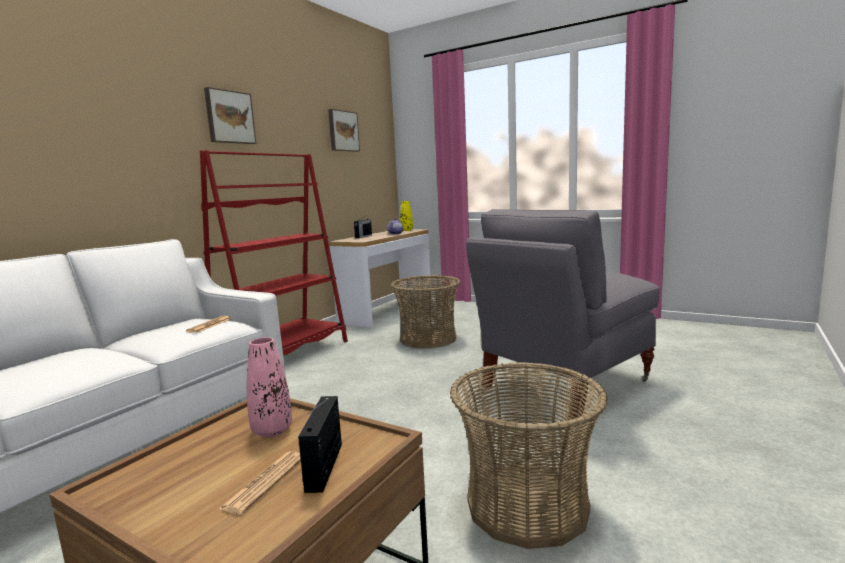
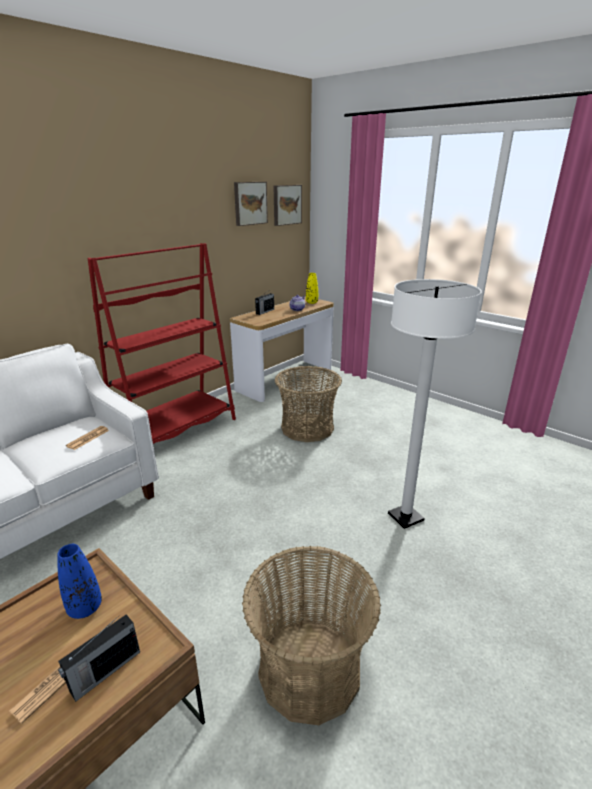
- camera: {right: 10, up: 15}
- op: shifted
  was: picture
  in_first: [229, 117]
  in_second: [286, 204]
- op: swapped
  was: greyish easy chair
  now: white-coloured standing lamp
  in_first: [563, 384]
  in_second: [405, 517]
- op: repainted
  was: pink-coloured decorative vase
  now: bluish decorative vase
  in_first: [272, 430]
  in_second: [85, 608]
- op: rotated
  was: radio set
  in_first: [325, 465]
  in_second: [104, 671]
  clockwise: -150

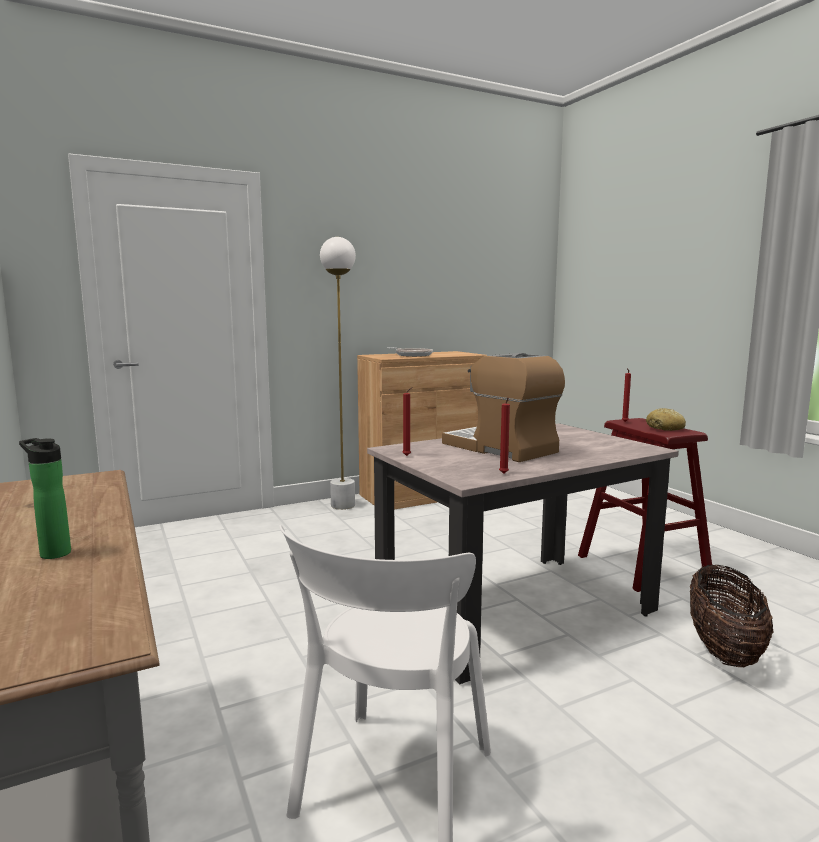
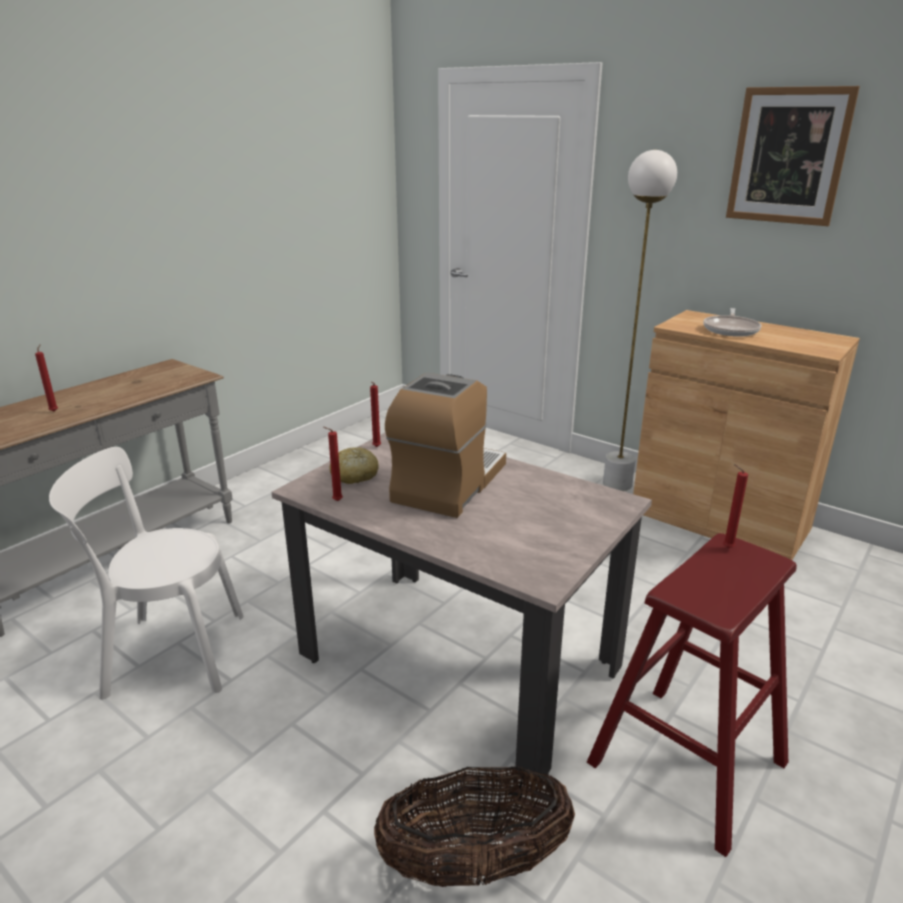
- camera: {right: 65, up: 15}
- op: shifted
  was: baked bread
  in_first: [665, 428]
  in_second: [354, 475]
- op: swapped
  was: beverage bottle
  now: red-coloured wax candle
  in_first: [52, 553]
  in_second: [54, 411]
- op: new
  now: picture
  in_second: [788, 156]

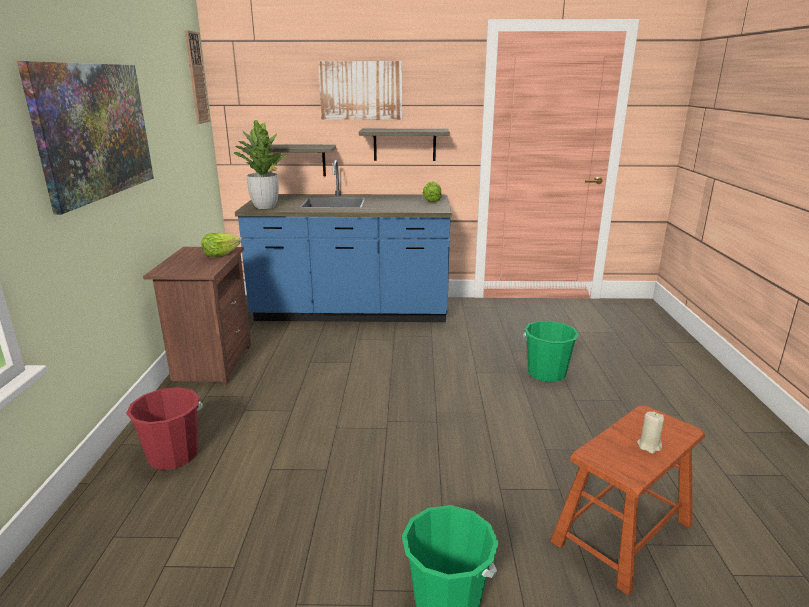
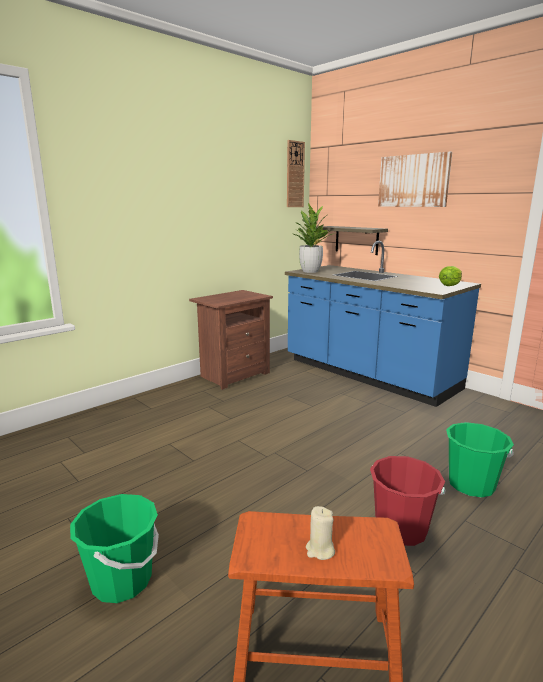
- camera: {right: 45, up: -5}
- op: gone
  was: picture
  in_first: [95, 131]
- op: gone
  was: bracket shelf
  in_first: [404, 144]
- op: gone
  was: lettuce head
  in_first: [220, 255]
- op: shifted
  was: red-coloured water bucket
  in_first: [173, 455]
  in_second: [401, 529]

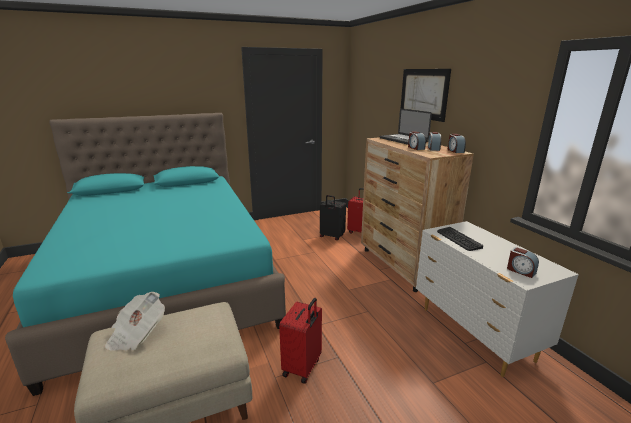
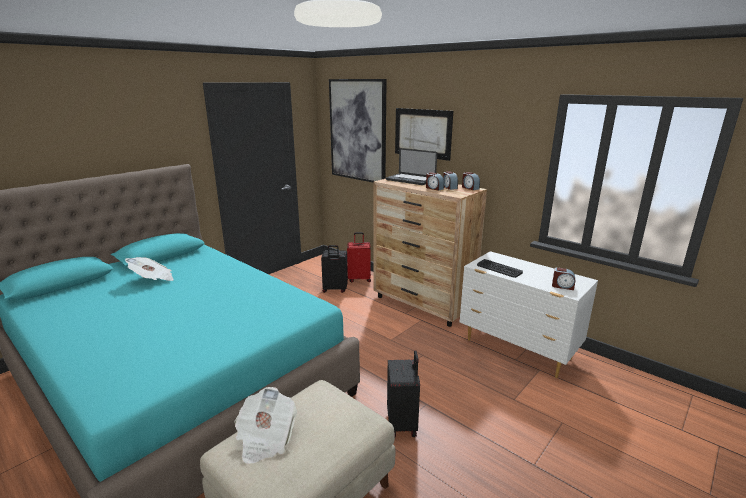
- camera: {right: -25, up: 0}
- op: repainted
  was: red-coloured piece of luggage
  now: black piece of luggage
  in_first: [303, 367]
  in_second: [403, 423]
- op: new
  now: picture
  in_second: [358, 130]
- op: new
  now: newspaper
  in_second: [153, 279]

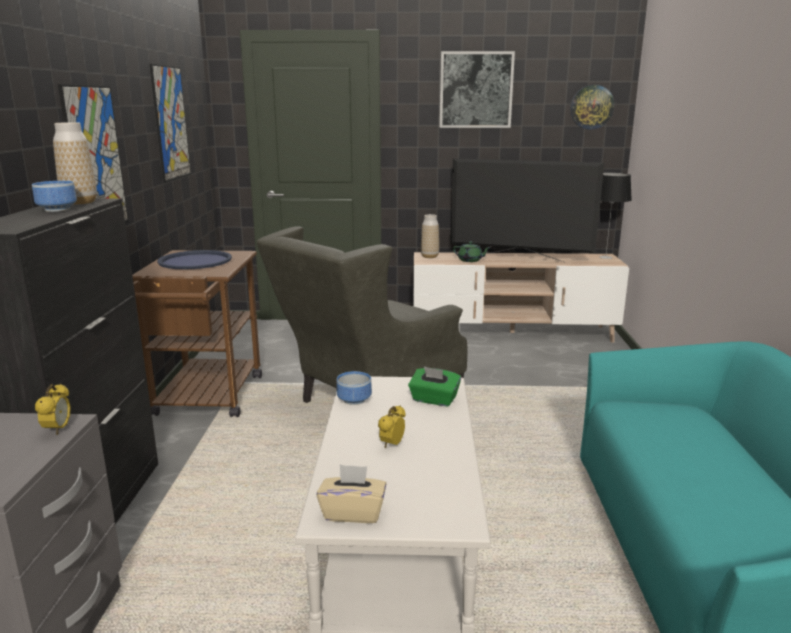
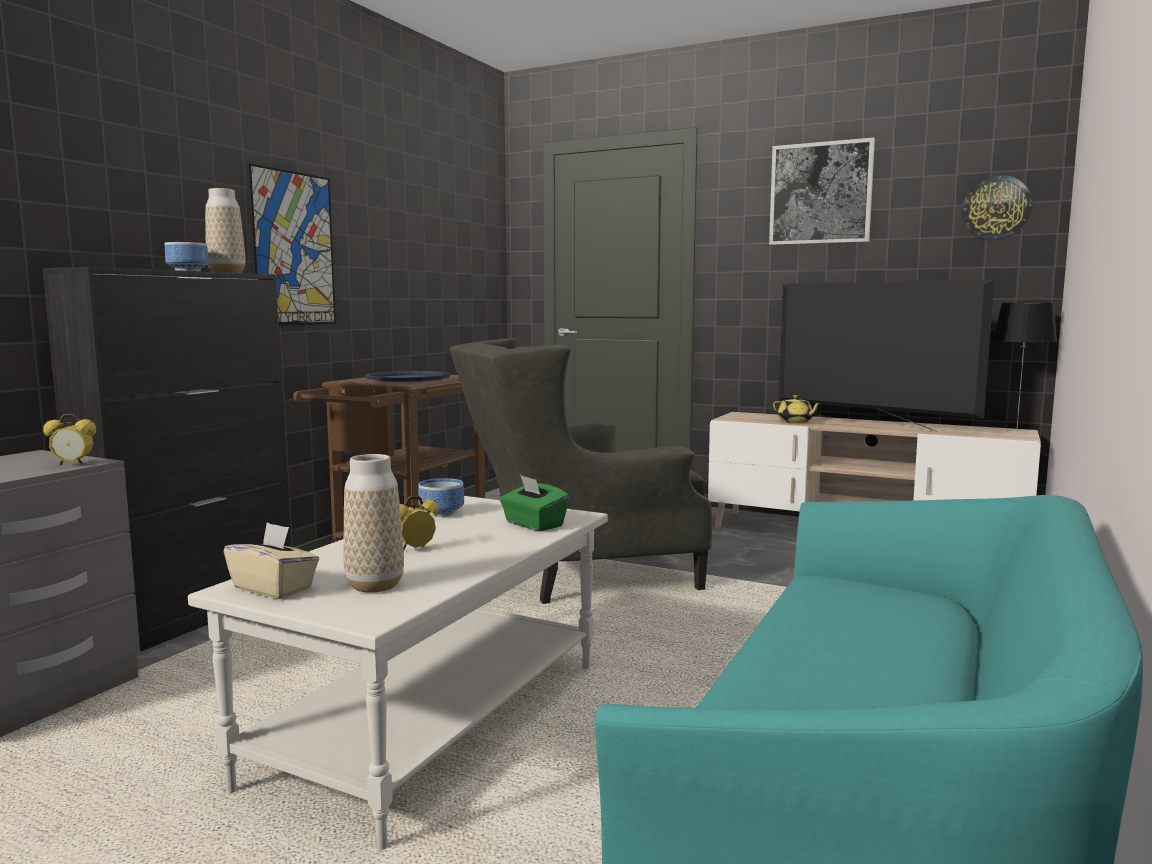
- camera: {right: 25, up: -10}
- op: gone
  was: picture
  in_first: [171, 123]
- op: shifted
  was: decorative vase
  in_first: [429, 256]
  in_second: [375, 585]
- op: repainted
  was: greenish tea pot
  now: yellowish tea pot
  in_first: [470, 260]
  in_second: [795, 421]
- op: rotated
  was: bedside clock
  in_first: [58, 430]
  in_second: [73, 464]
  clockwise: 60

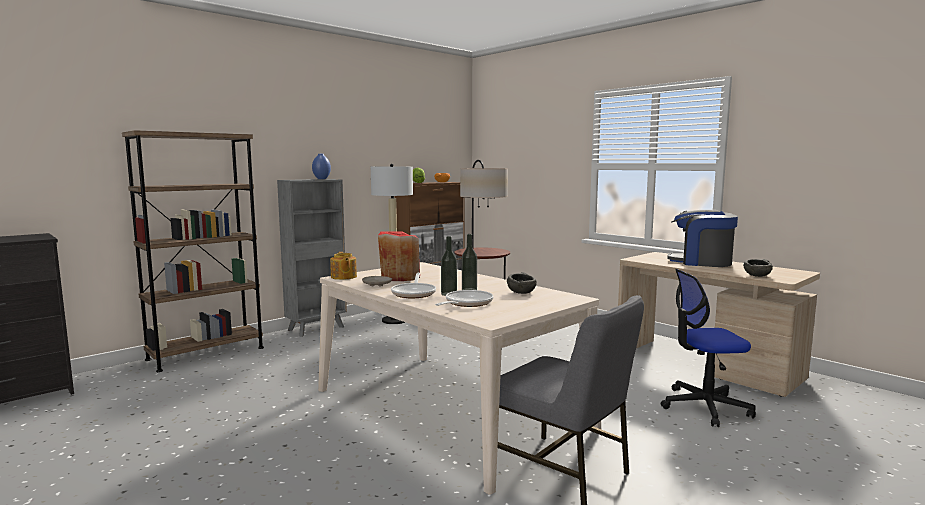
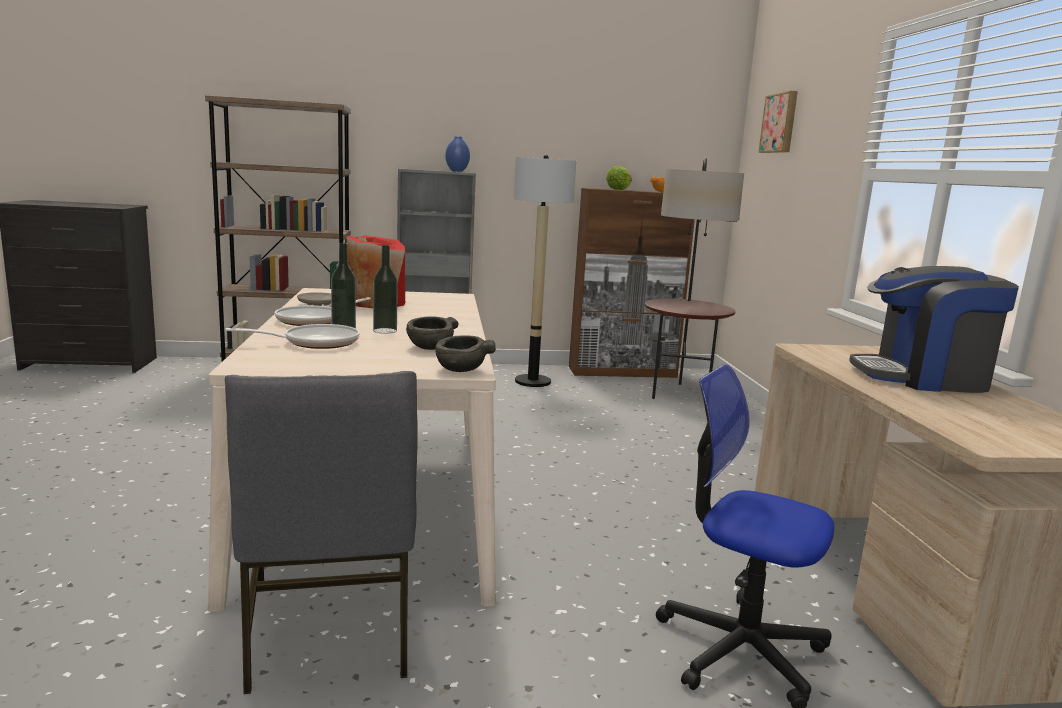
- camera: {right: 35, up: 5}
- op: rotated
  was: coffee brewer
  in_first: [701, 262]
  in_second: [922, 378]
  clockwise: -60
- op: gone
  was: tea pot
  in_first: [343, 277]
- op: shifted
  was: greyish deep dish
  in_first: [757, 275]
  in_second: [460, 370]
- op: new
  now: picture
  in_second: [780, 123]

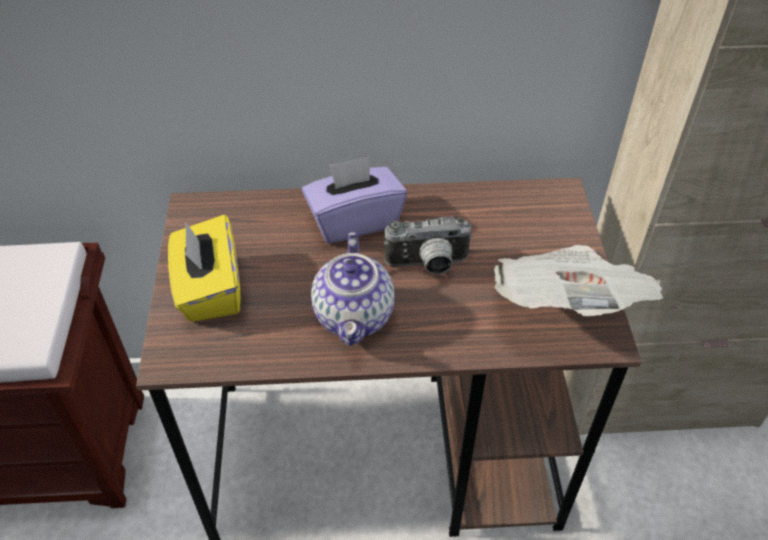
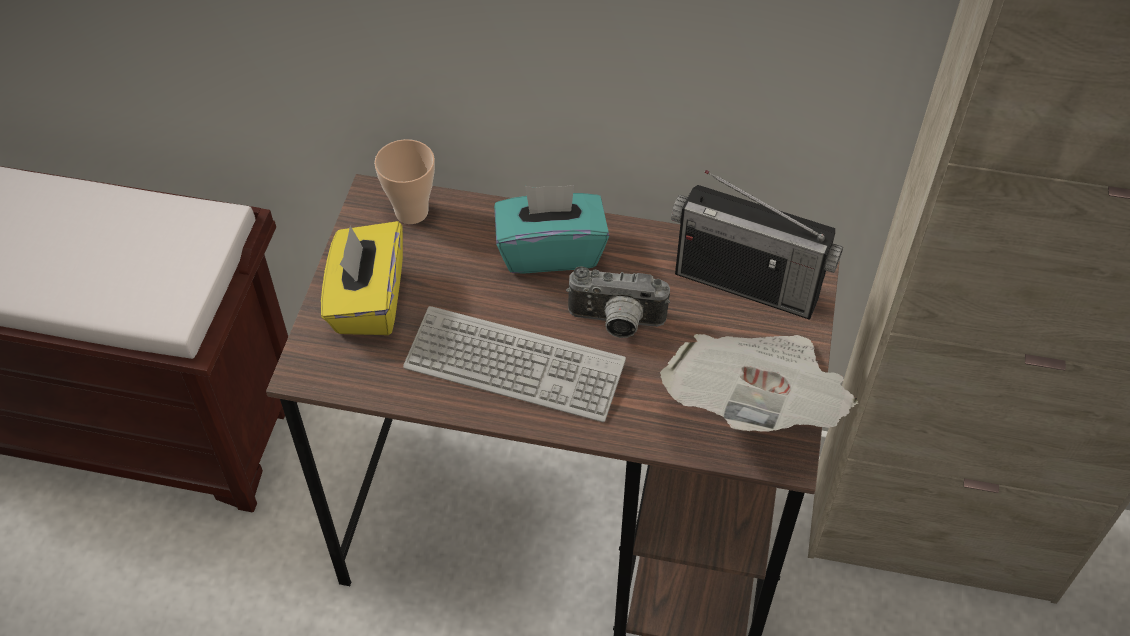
- camera: {right: 15, up: 5}
- op: repainted
  was: purple tissue box
  now: turquoise-coloured tissue box
  in_first: [354, 220]
  in_second: [550, 250]
- op: swapped
  was: tea pot
  now: computer keyboard
  in_first: [355, 316]
  in_second: [514, 366]
- op: new
  now: drinking cup
  in_second: [411, 212]
- op: new
  now: radio set
  in_second: [747, 284]

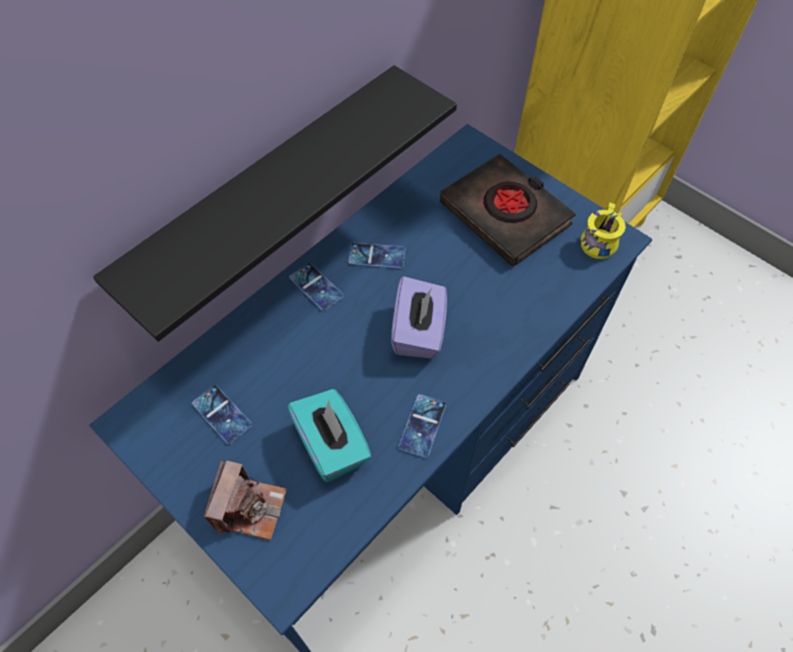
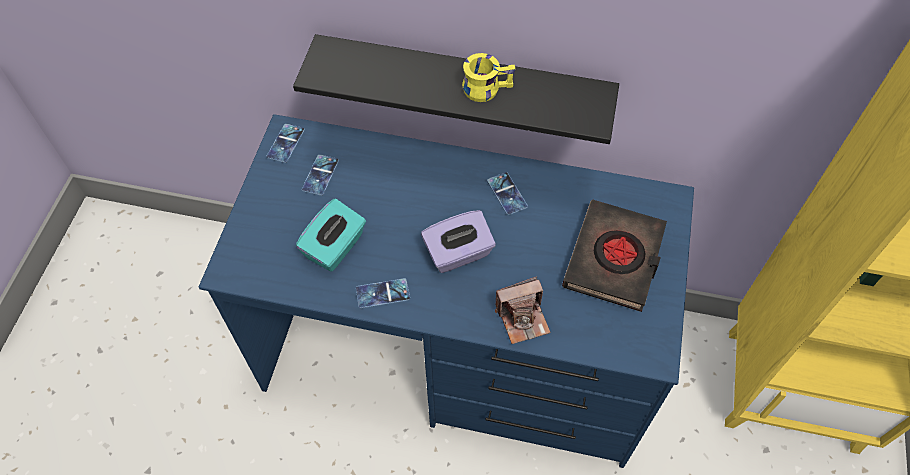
- camera: {right: 60, up: 0}
- op: shifted
  was: yellowish mug
  in_first: [596, 240]
  in_second: [486, 86]
- op: shifted
  was: phone
  in_first: [316, 287]
  in_second: [285, 143]
- op: shifted
  was: still camera
  in_first: [249, 507]
  in_second: [522, 318]

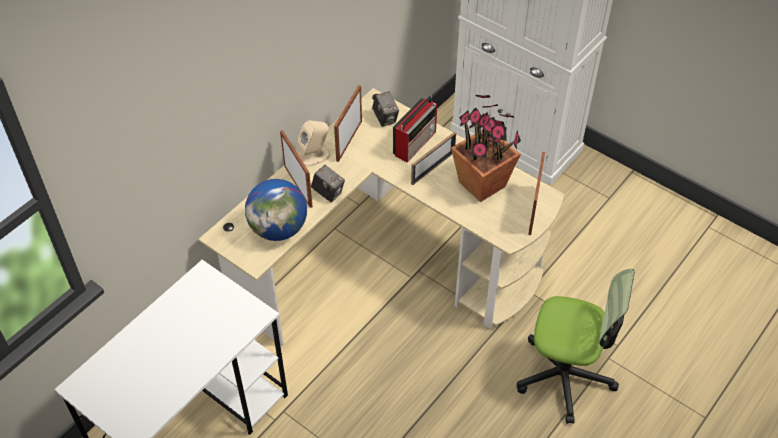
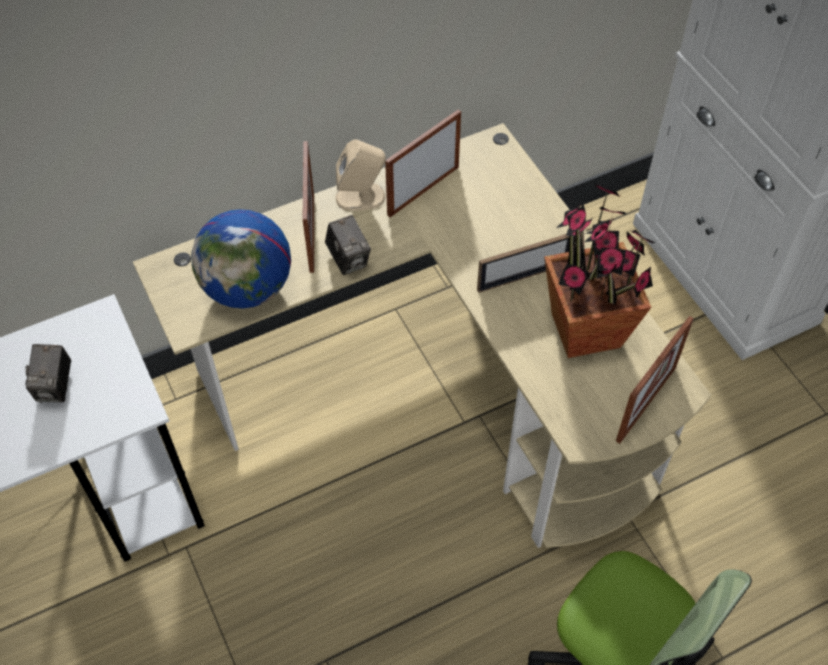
- camera: {right: 25, up: 5}
- op: shifted
  was: still camera
  in_first: [385, 118]
  in_second: [56, 386]
- op: gone
  was: radio set
  in_first: [415, 143]

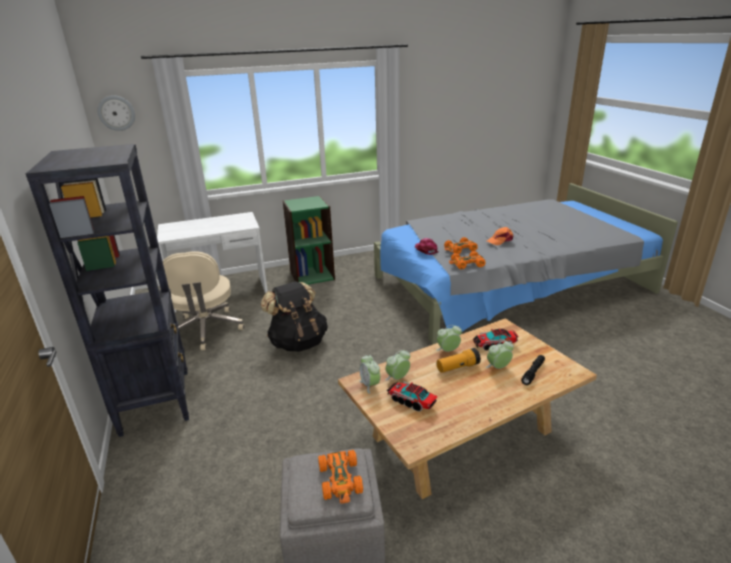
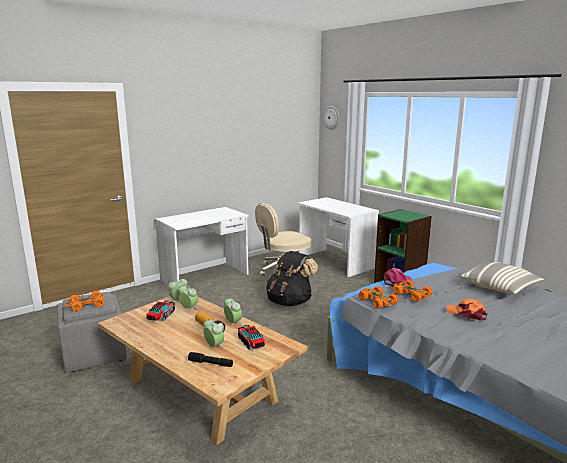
- camera: {right: 70, up: -10}
- op: swapped
  was: black bookshelf
  now: white-coloured desk unit
  in_first: [156, 401]
  in_second: [205, 277]
- op: new
  now: throw pillow
  in_second: [500, 288]

